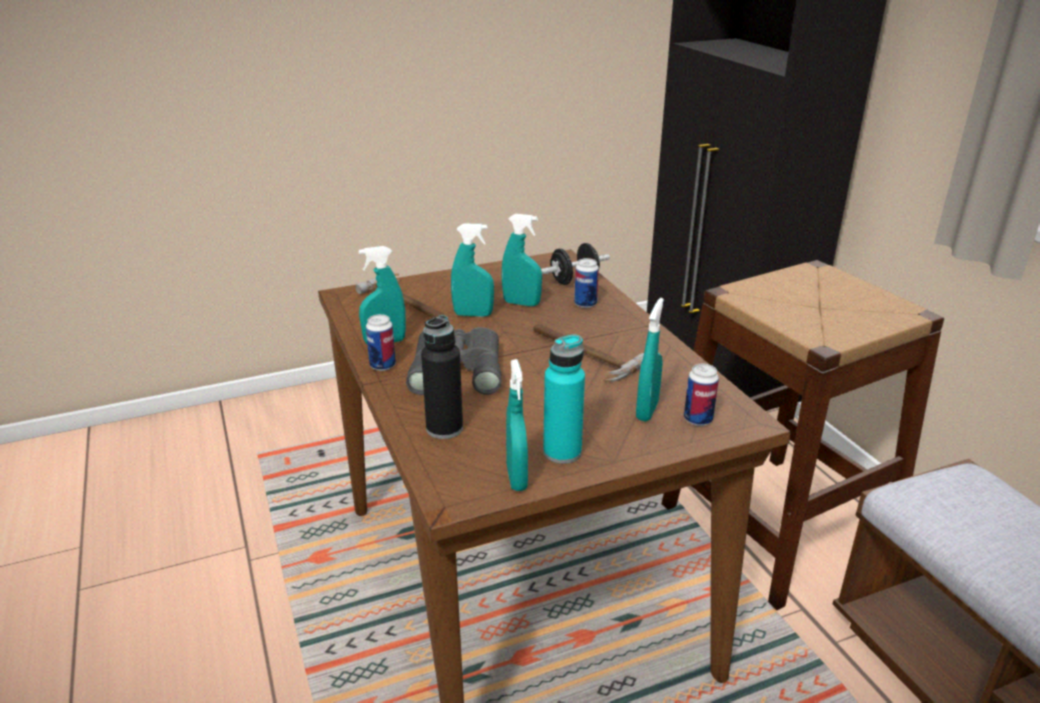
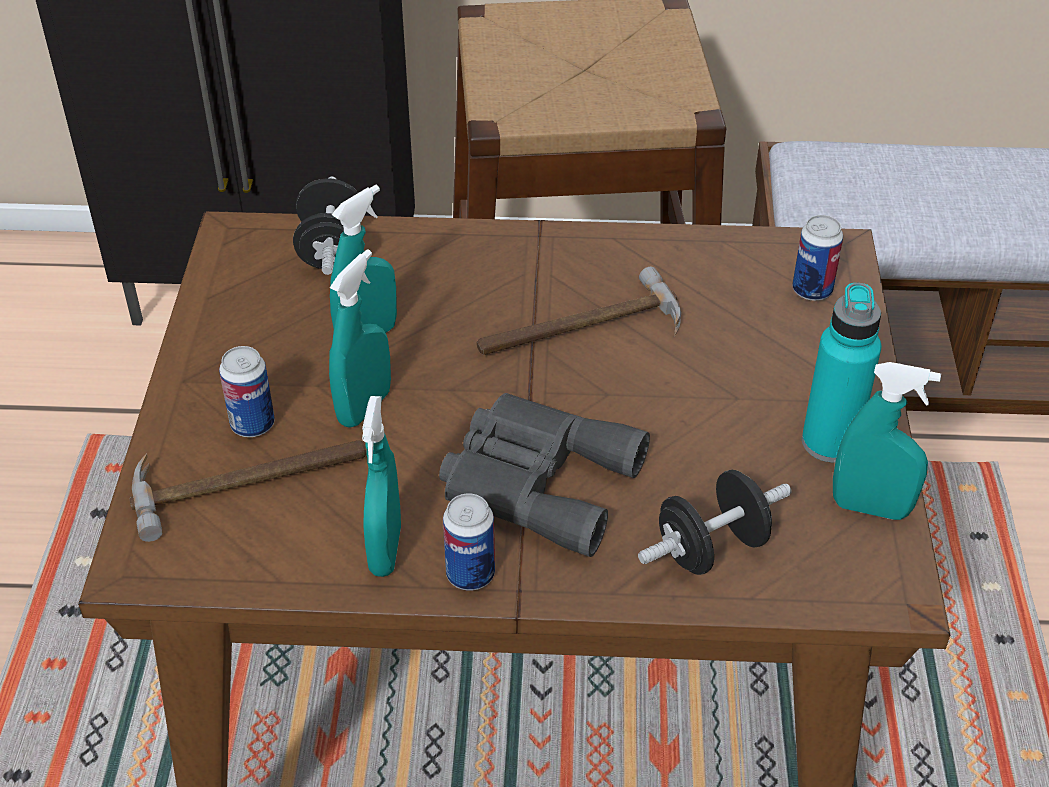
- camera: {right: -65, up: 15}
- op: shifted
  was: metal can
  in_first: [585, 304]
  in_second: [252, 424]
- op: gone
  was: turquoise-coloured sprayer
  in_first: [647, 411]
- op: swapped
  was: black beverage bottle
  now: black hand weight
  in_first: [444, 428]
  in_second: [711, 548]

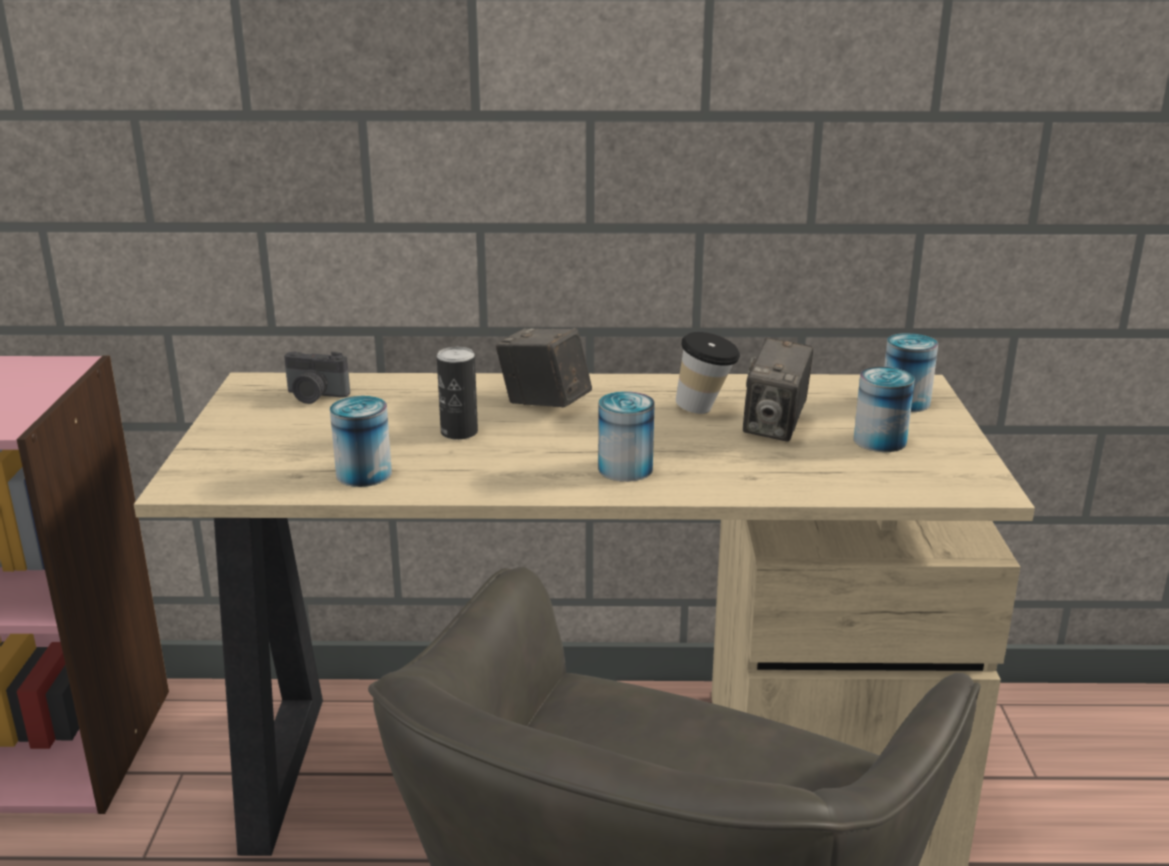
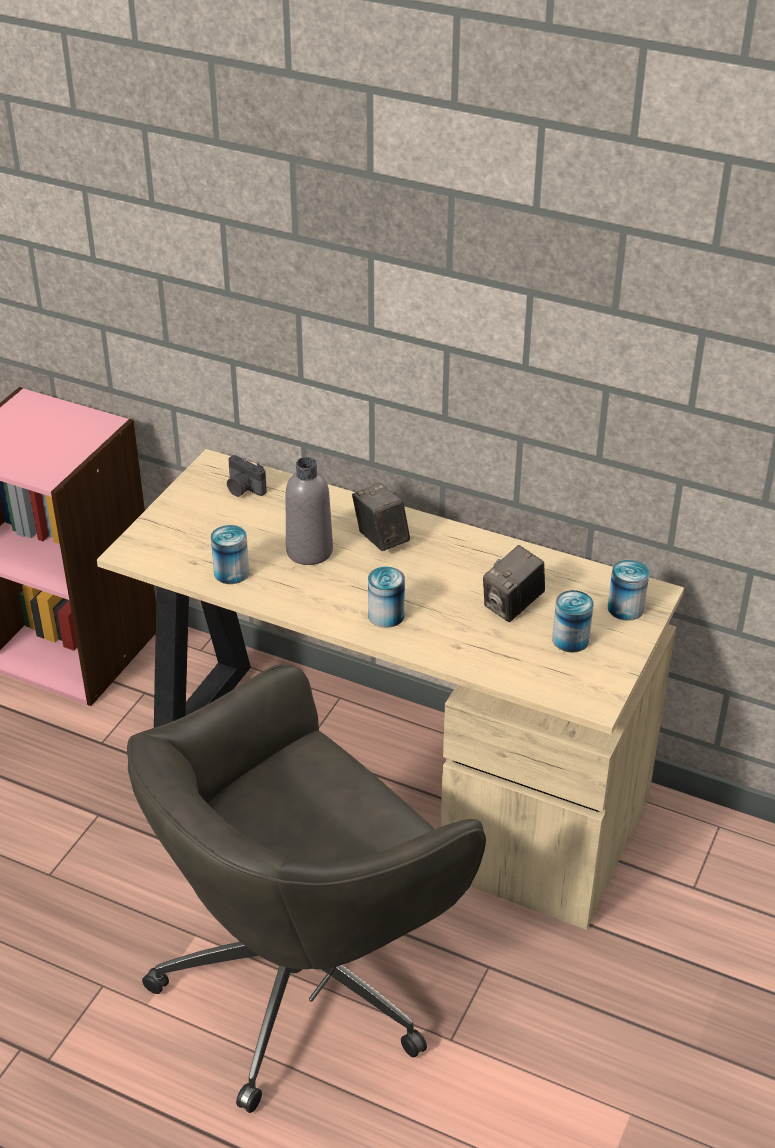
- camera: {right: 25, up: 15}
- op: gone
  was: drinking cup
  in_first: [705, 410]
- op: swapped
  was: metal can
  now: greyish beverage bottle
  in_first: [459, 432]
  in_second: [309, 551]

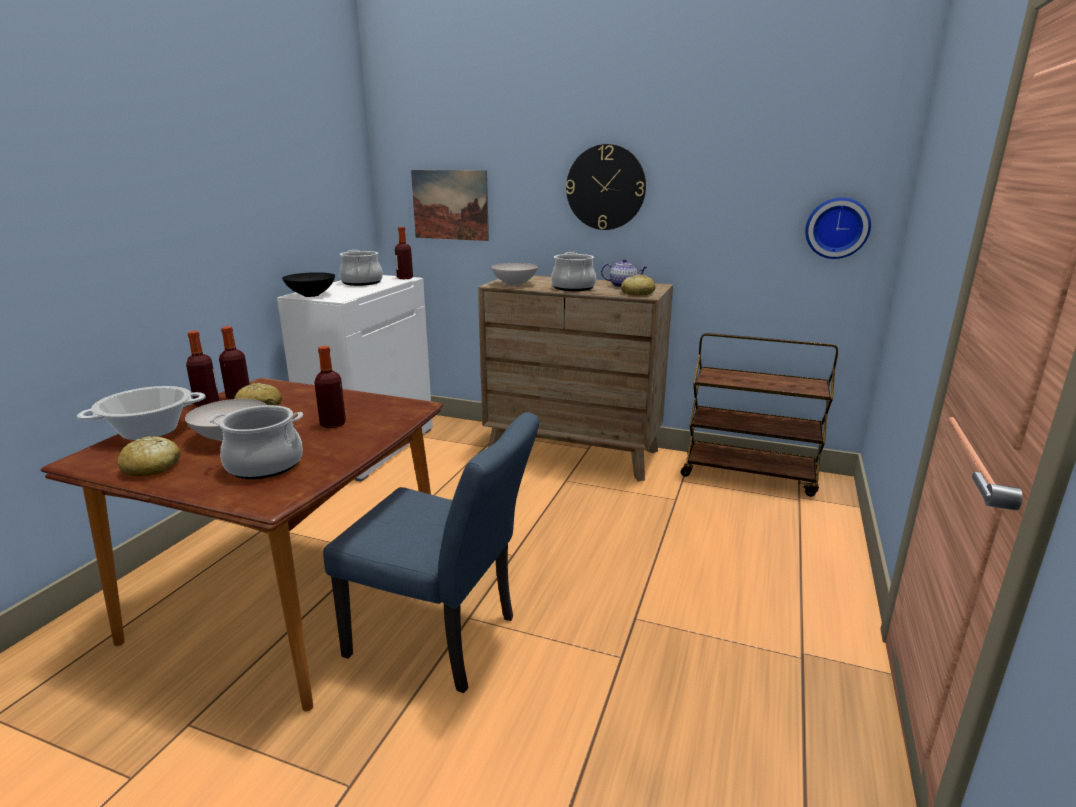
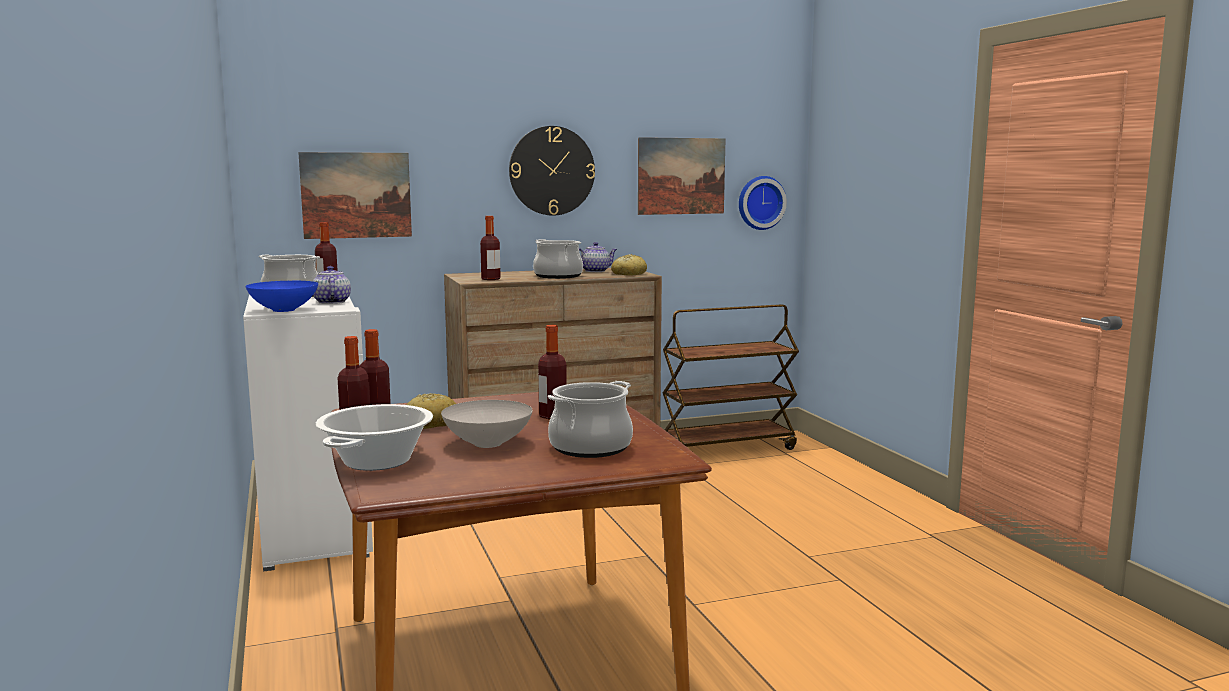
- camera: {right: -40, up: -10}
- op: swapped
  was: white-coloured deep dish
  now: beverage bottle
  in_first: [515, 284]
  in_second: [490, 279]
- op: repainted
  was: black deep dish
  now: bluish deep dish
  in_first: [312, 295]
  in_second: [285, 310]
- op: gone
  was: bluish plain chair
  in_first: [443, 639]
- op: gone
  was: baked bread
  in_first: [152, 467]
- op: new
  now: picture
  in_second: [681, 176]
- op: new
  now: tea pot
  in_second: [331, 302]

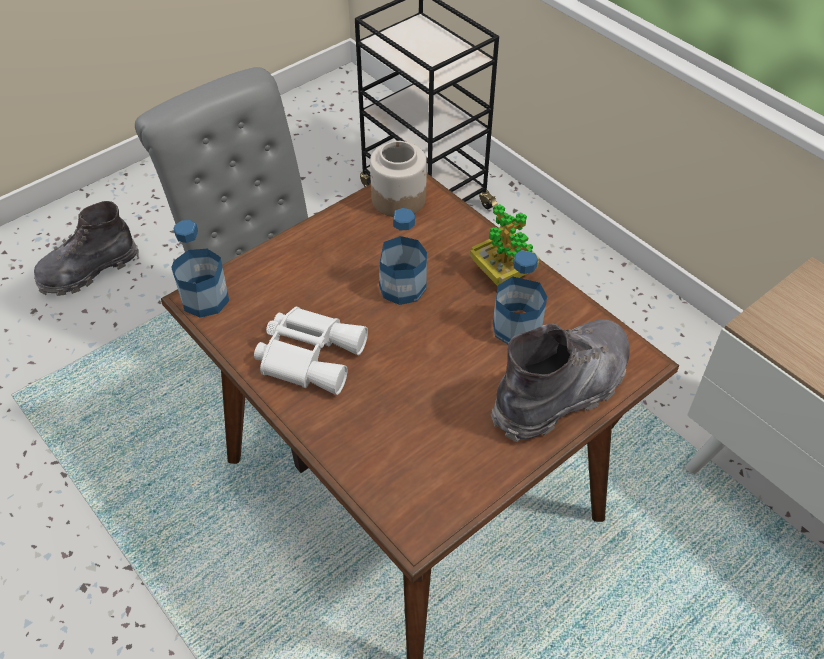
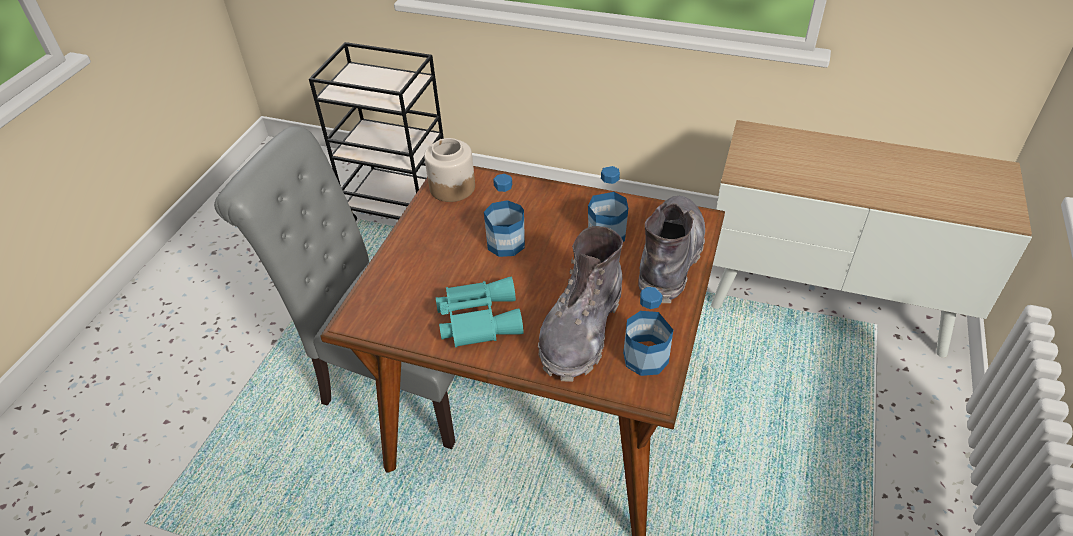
- camera: {right: -30, up: -5}
- op: shifted
  was: greyish high-top boot
  in_first: [88, 270]
  in_second: [581, 331]
- op: gone
  was: potted plant
  in_first: [502, 272]
- op: shifted
  was: beverage bottle
  in_first: [205, 299]
  in_second: [645, 358]
- op: repainted
  was: white-coloured binoculars
  now: turquoise-coloured binoculars
  in_first: [310, 354]
  in_second: [477, 318]

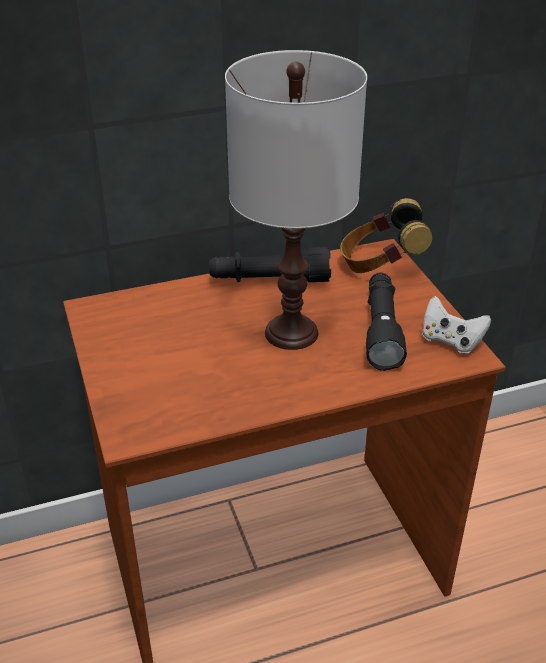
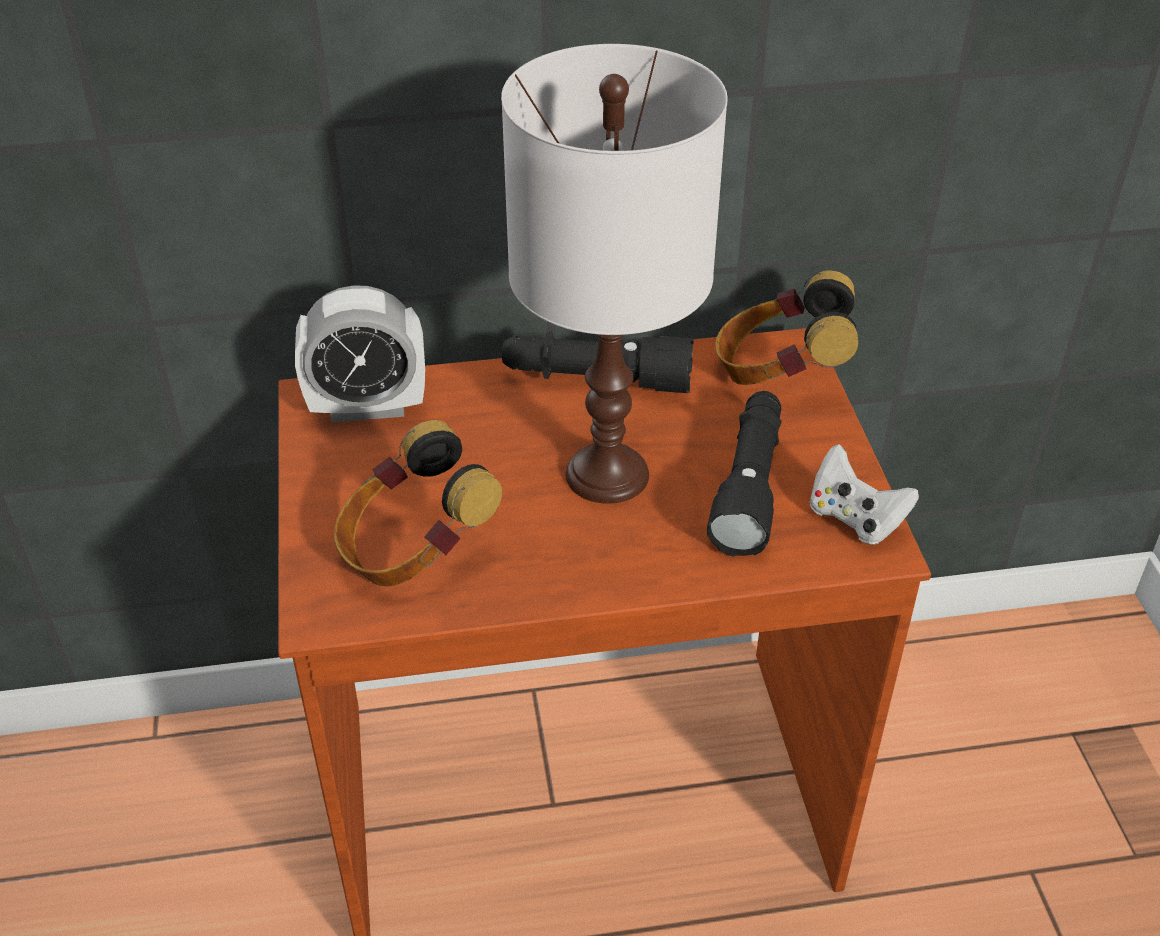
- camera: {right: 10, up: 5}
- op: new
  now: bedside clock
  in_second: [367, 407]
- op: new
  now: headset
  in_second: [414, 549]

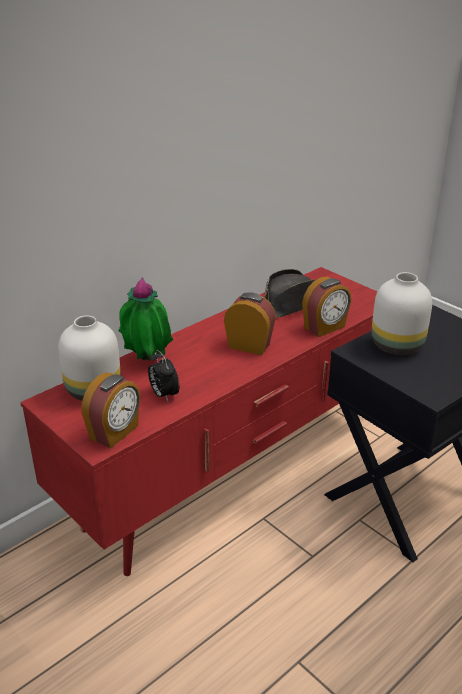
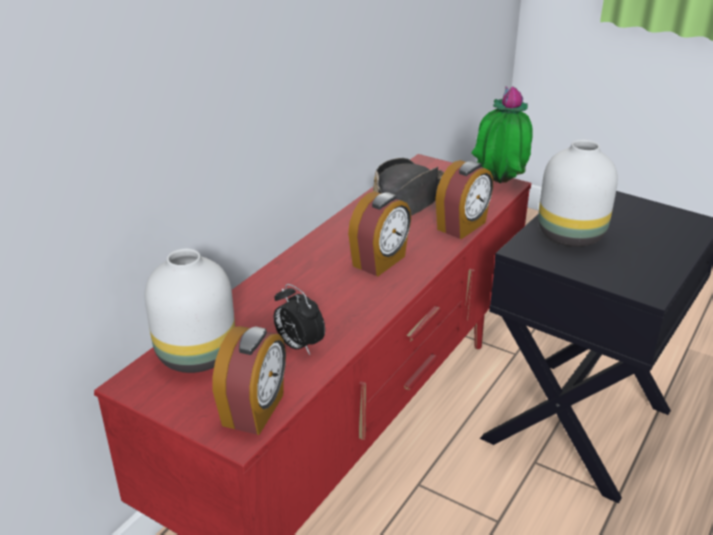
- camera: {right: -15, up: 0}
- op: shifted
  was: potted plant
  in_first: [147, 362]
  in_second: [498, 185]
- op: rotated
  was: bedside clock
  in_first: [249, 345]
  in_second: [380, 261]
  clockwise: 120

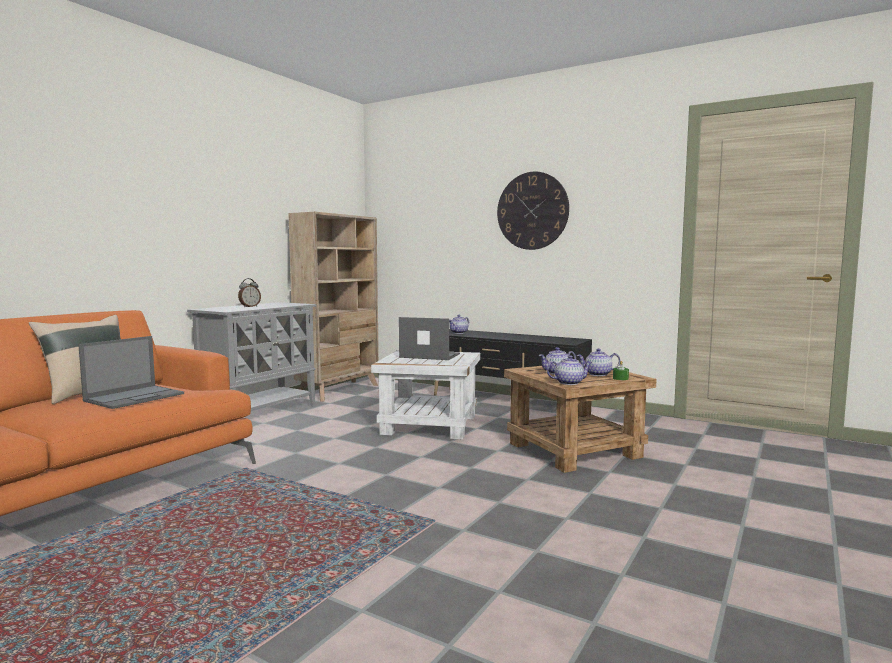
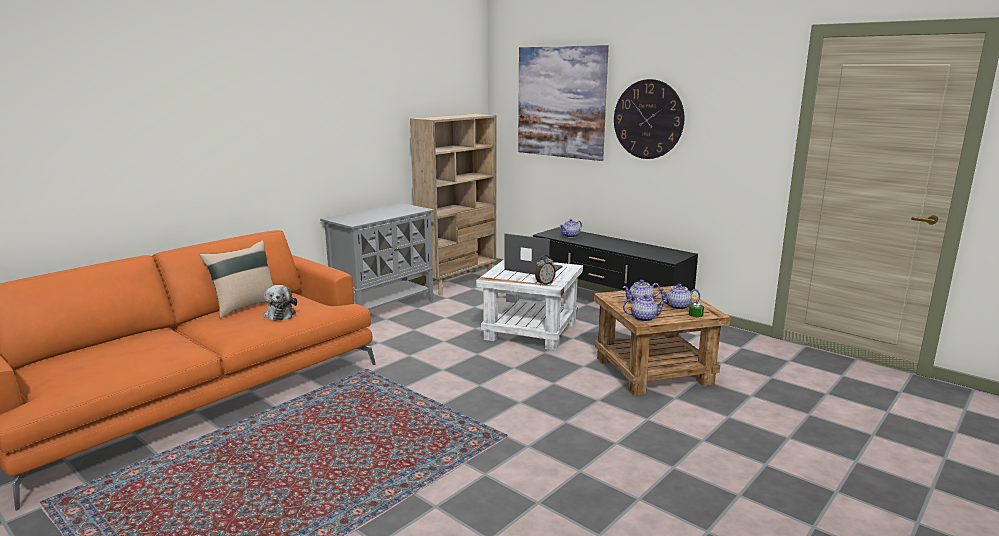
- camera: {right: 10, up: 10}
- op: shifted
  was: bedside clock
  in_first: [249, 307]
  in_second: [544, 283]
- op: swapped
  was: notebook computer
  now: soft toy
  in_first: [135, 397]
  in_second: [280, 314]
- op: new
  now: picture
  in_second: [561, 102]

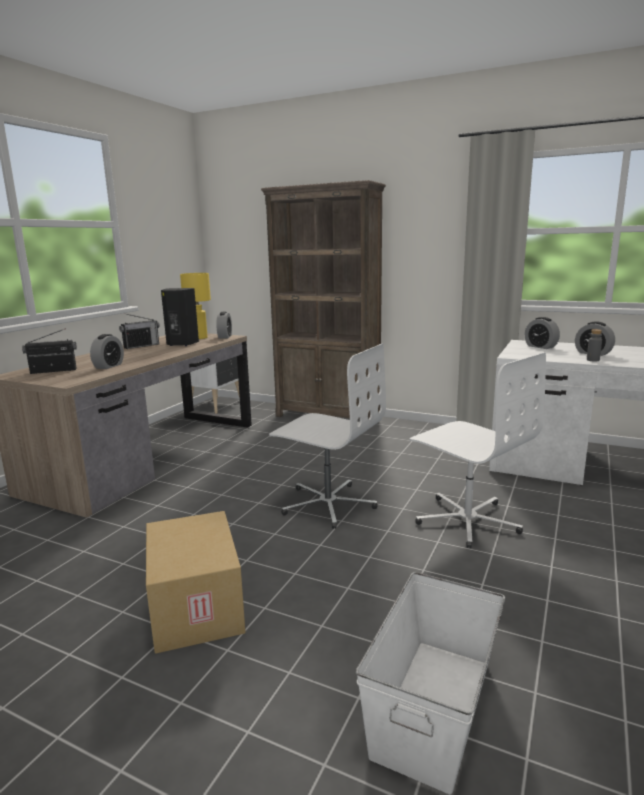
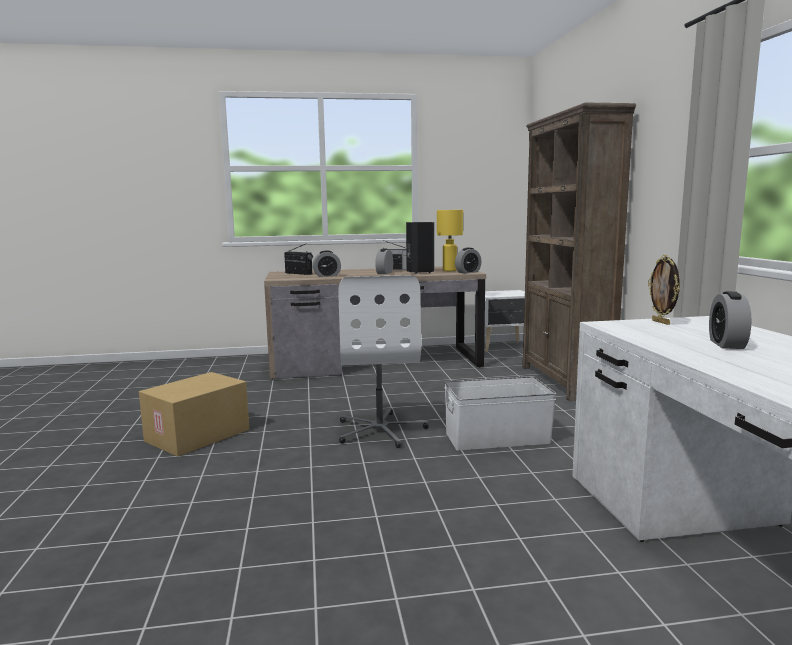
- camera: {right: 55, up: -5}
- op: shifted
  was: bedside clock
  in_first: [540, 347]
  in_second: [384, 273]
- op: gone
  was: greyish beverage bottle
  in_first: [593, 360]
- op: gone
  was: white-coloured desk chair
  in_first: [467, 520]
- op: shifted
  was: white-coloured storage box
  in_first: [432, 707]
  in_second: [496, 437]
- op: new
  now: photo frame
  in_second: [661, 322]

